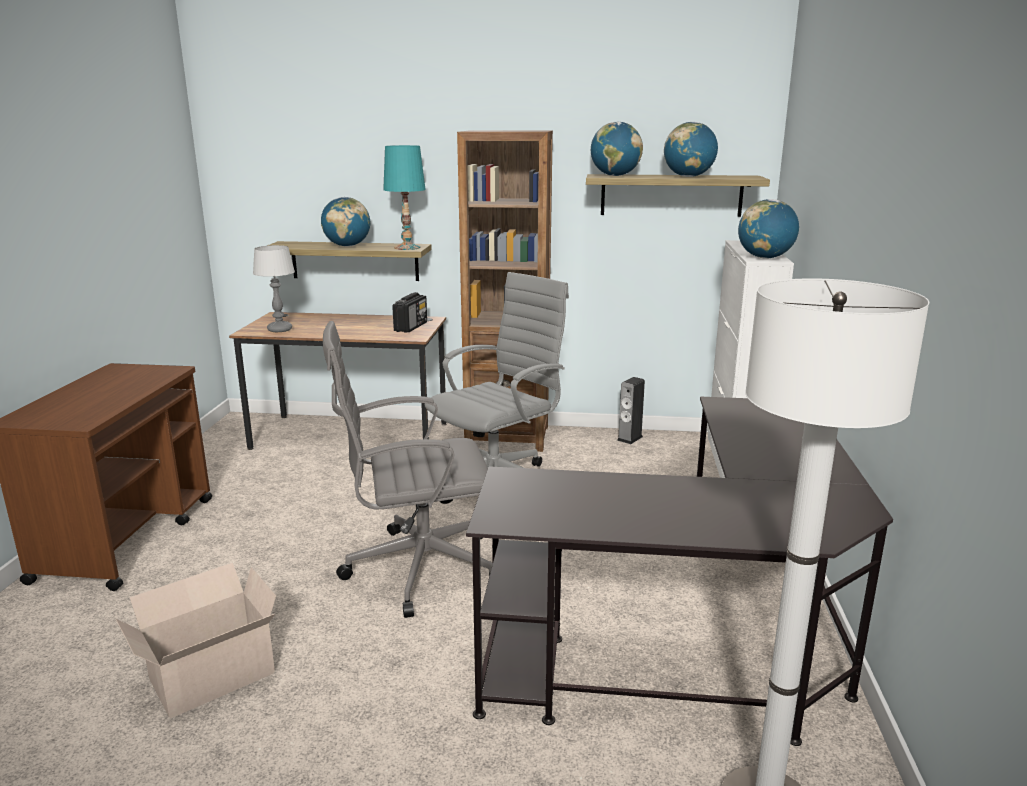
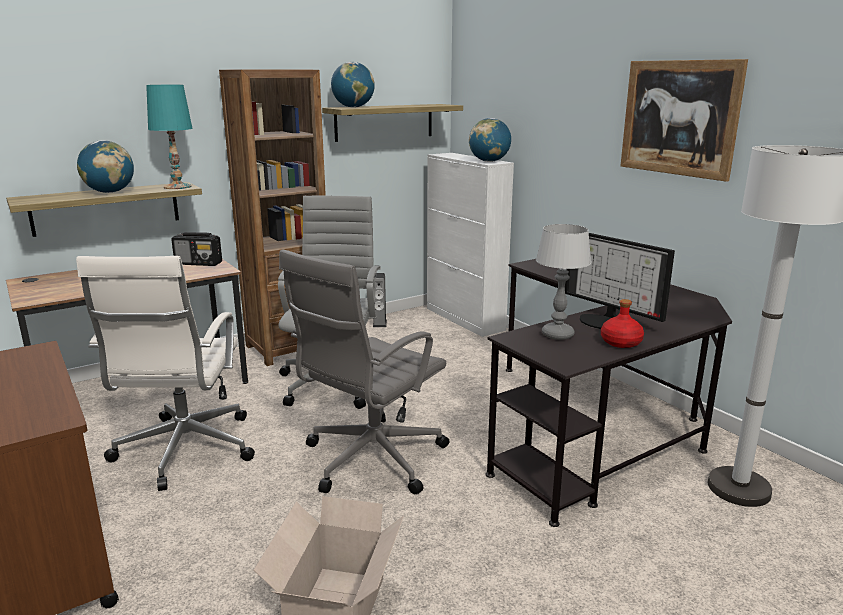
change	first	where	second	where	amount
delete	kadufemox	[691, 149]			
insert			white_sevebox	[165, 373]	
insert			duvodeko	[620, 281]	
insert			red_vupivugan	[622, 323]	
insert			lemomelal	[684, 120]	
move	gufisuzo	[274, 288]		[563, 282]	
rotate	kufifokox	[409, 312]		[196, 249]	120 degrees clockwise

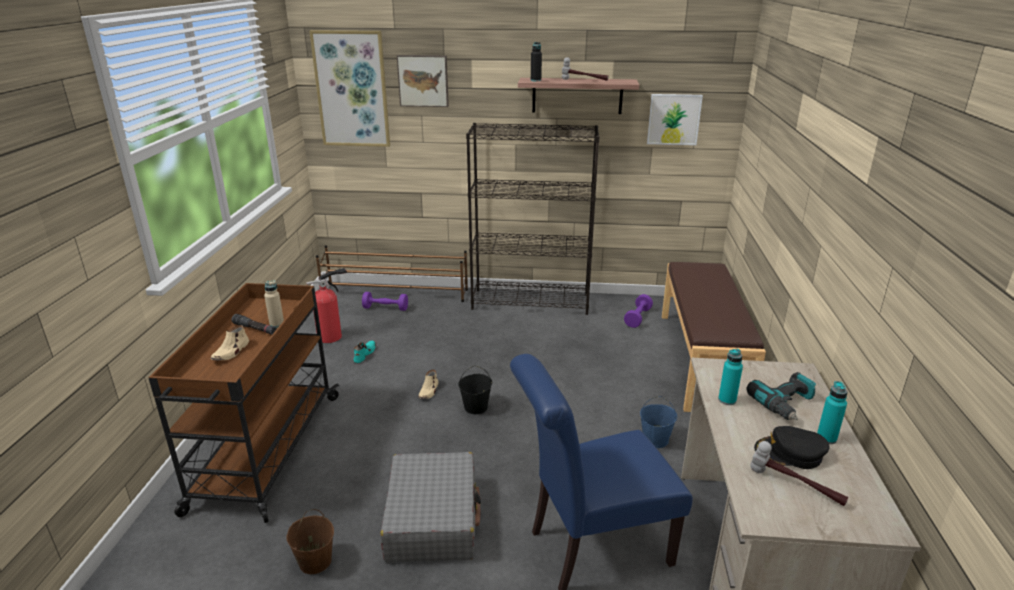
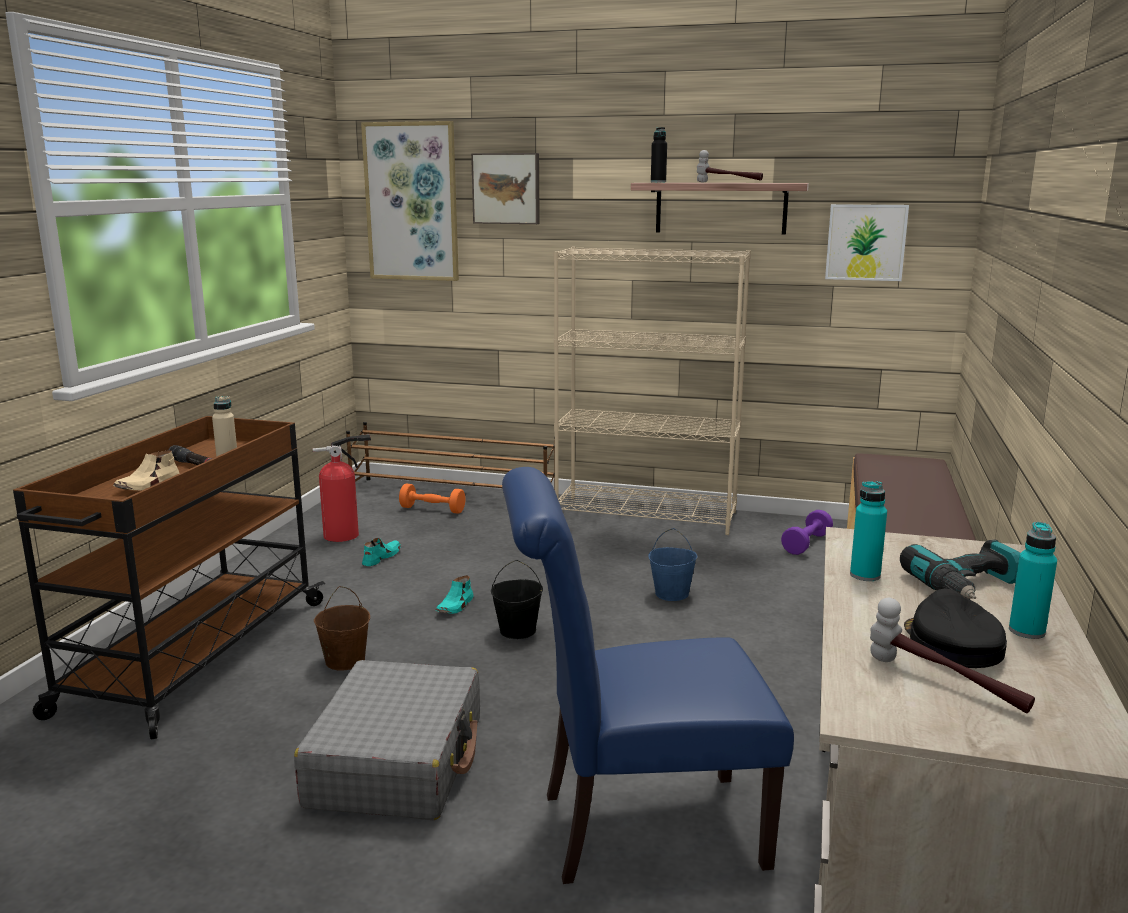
change	first	where	second	where	amount
move	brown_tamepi	[310, 541]		[342, 628]	
move	blue_tamepi	[658, 422]		[672, 564]	
recolor	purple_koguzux	[385, 301]	orange_koguzux	[432, 498]	
recolor	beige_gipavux	[428, 384]	turquoise_gipavux	[454, 594]	
recolor	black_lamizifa	[533, 219]	beige_lamizifa	[652, 391]	
rotate	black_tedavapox	[792, 447]		[955, 628]	75 degrees clockwise

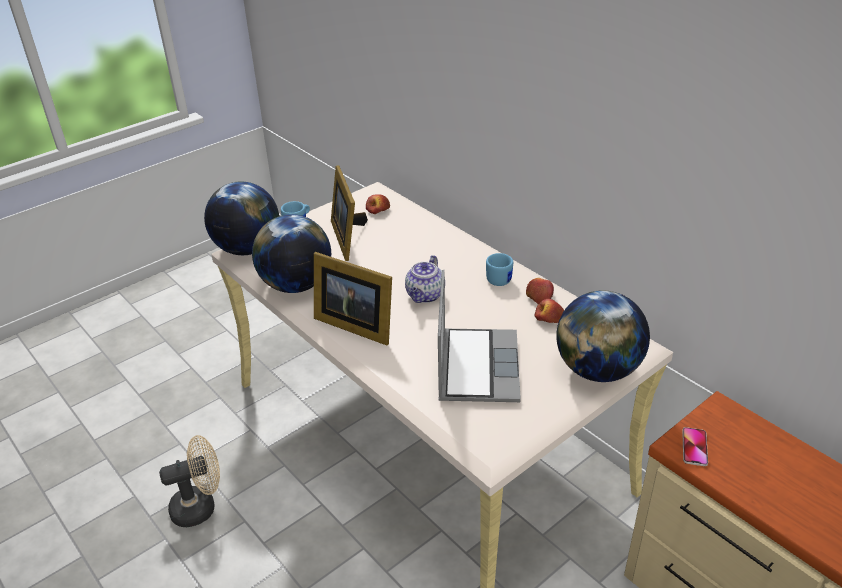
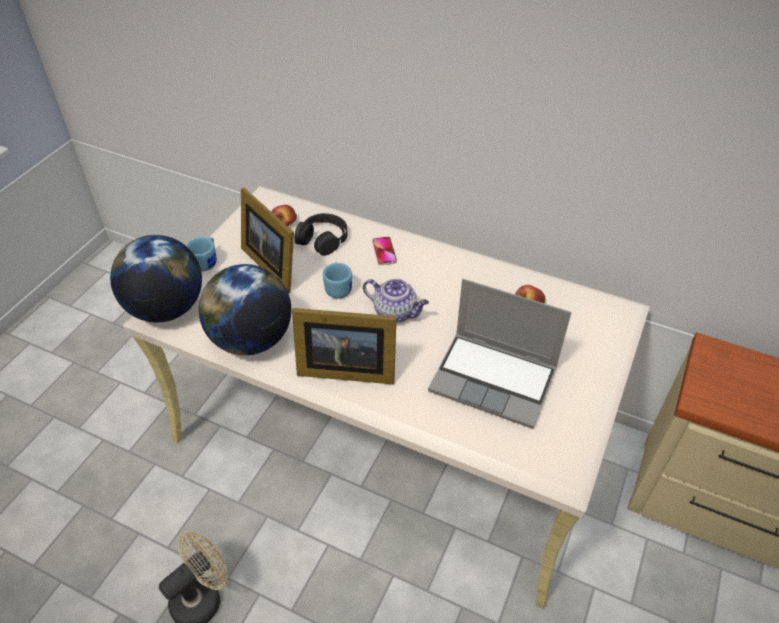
change	first	where	second	where	amount
delete	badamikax	[540, 291]			
delete	kadufemox	[603, 336]			
insert			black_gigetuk	[320, 234]	
move	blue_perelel	[499, 269]		[337, 280]	
move	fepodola	[695, 446]		[384, 251]	
rotate	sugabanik	[423, 279]		[396, 301]	60 degrees counterclockwise
rotate	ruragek	[479, 336]		[500, 354]	135 degrees clockwise

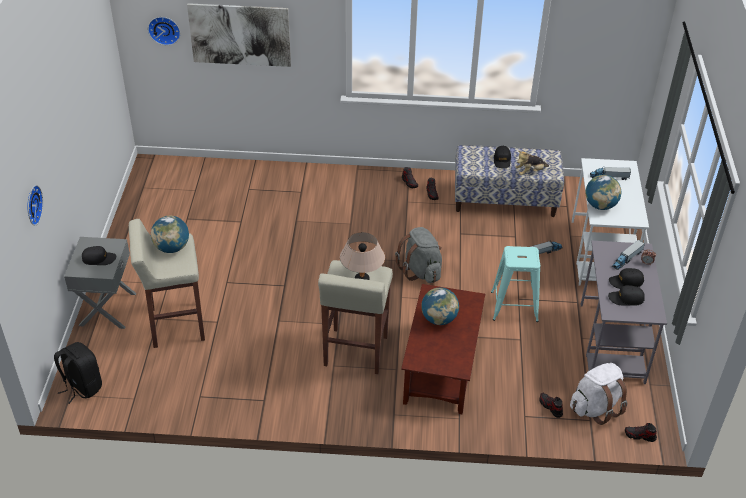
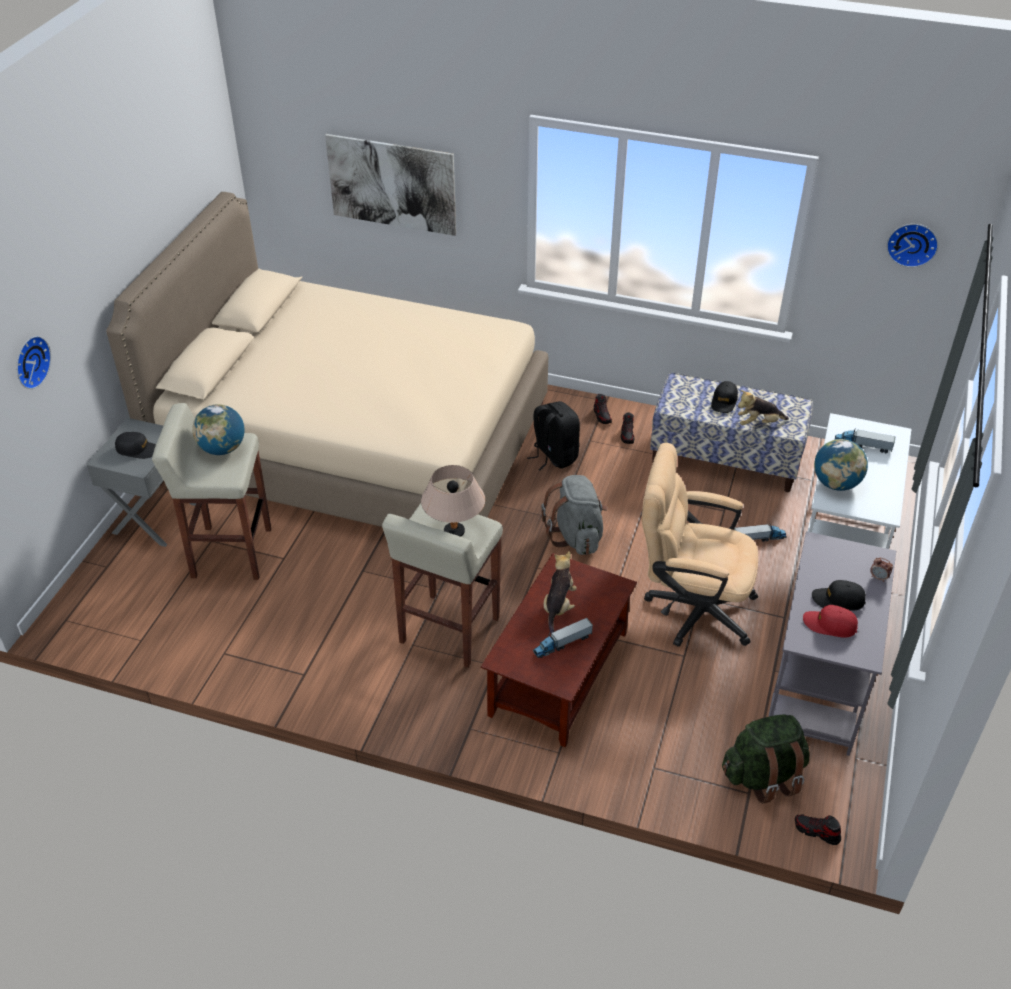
change	first	where	second	where	amount
delete	gipavux	[551, 405]			
insert			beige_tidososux	[327, 359]	
move	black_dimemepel	[78, 373]		[553, 436]	
move	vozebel	[164, 31]		[912, 245]	
move	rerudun	[628, 255]		[563, 638]	
replace	kadufemox	[440, 306]	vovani	[560, 592]	
replace	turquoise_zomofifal	[515, 284]	beige_sevebox	[700, 545]	
recolor	white_dimemepel	[598, 394]	green_dimemepel	[765, 759]	
recolor	black_tedavapox	[626, 295]	red_tedavapox	[830, 621]	

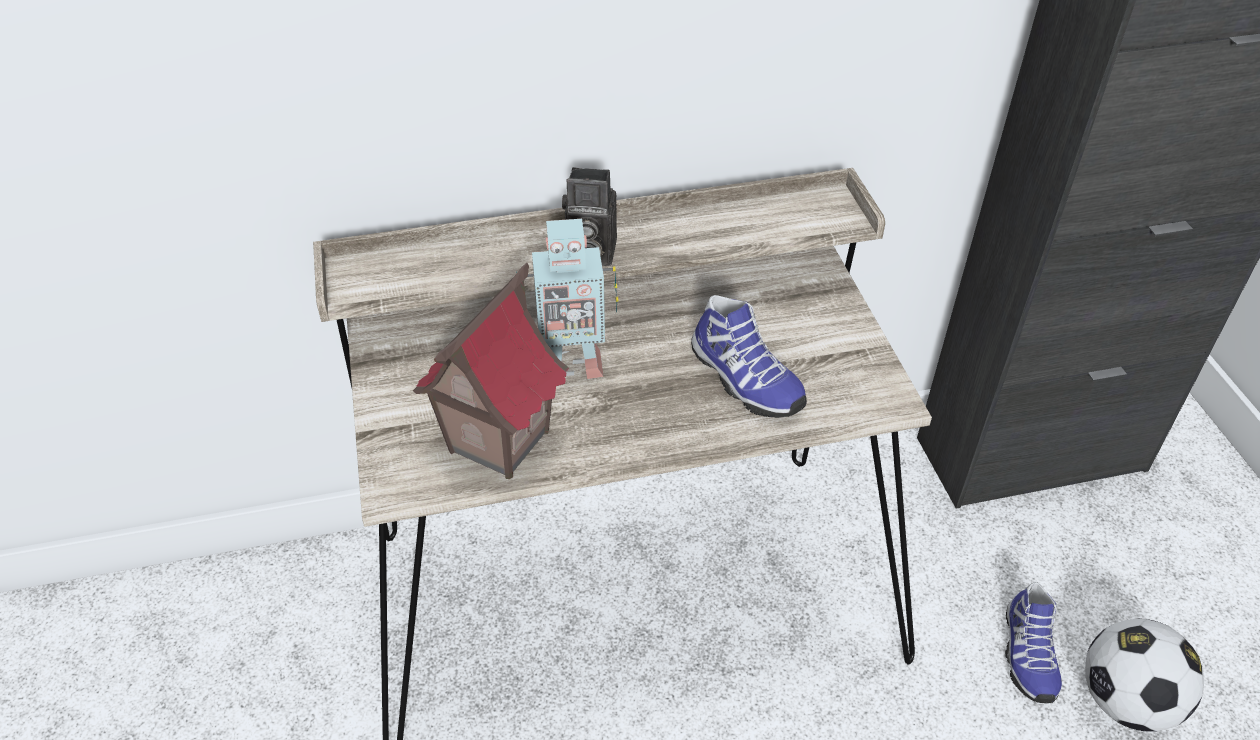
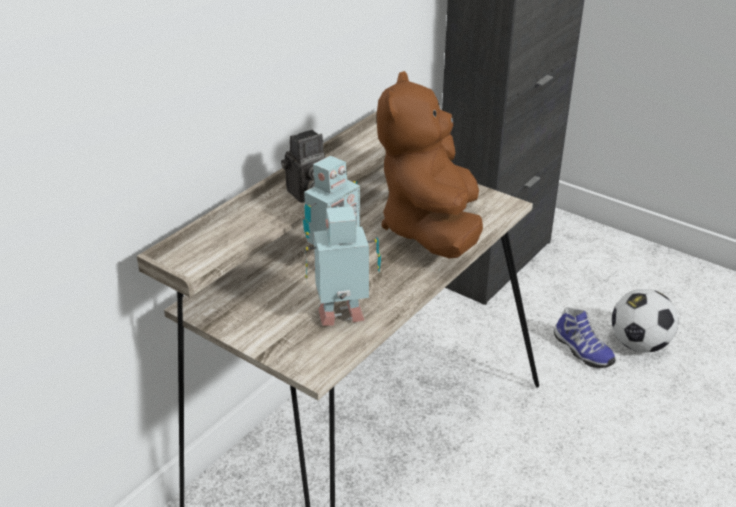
change	first	where	second	where	amount
replace	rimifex	[491, 371]	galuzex	[343, 266]	
replace	gipavux	[749, 356]	brown_vovani	[430, 164]	

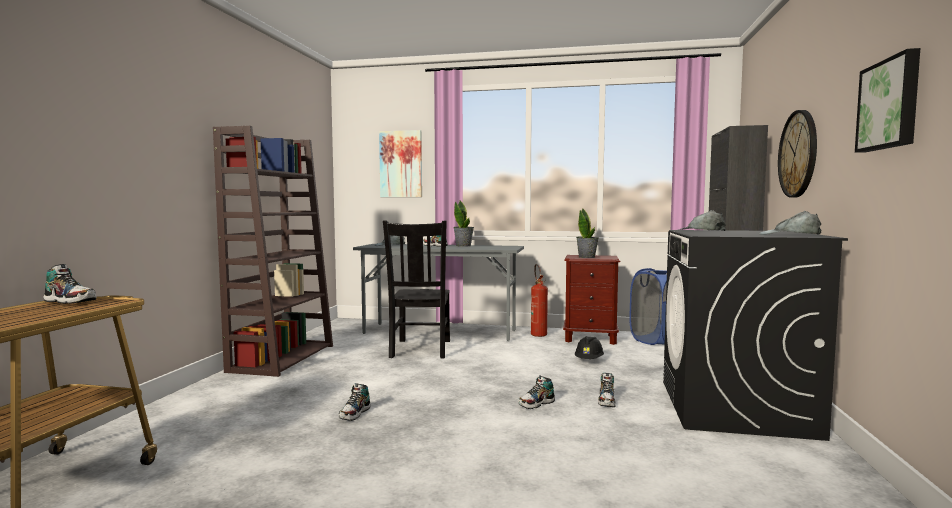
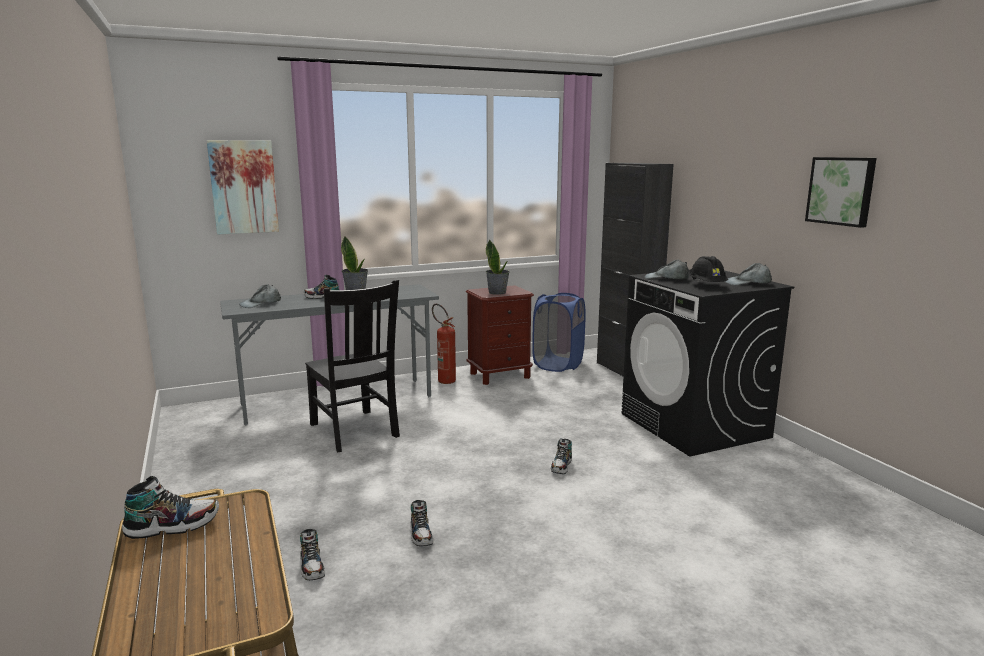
change	first	where	second	where	amount
delete	brown_lamizifa	[273, 251]			
delete	vozebel	[797, 154]			
move	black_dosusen	[589, 347]		[708, 269]	
move	gipavux	[607, 390]		[312, 554]	

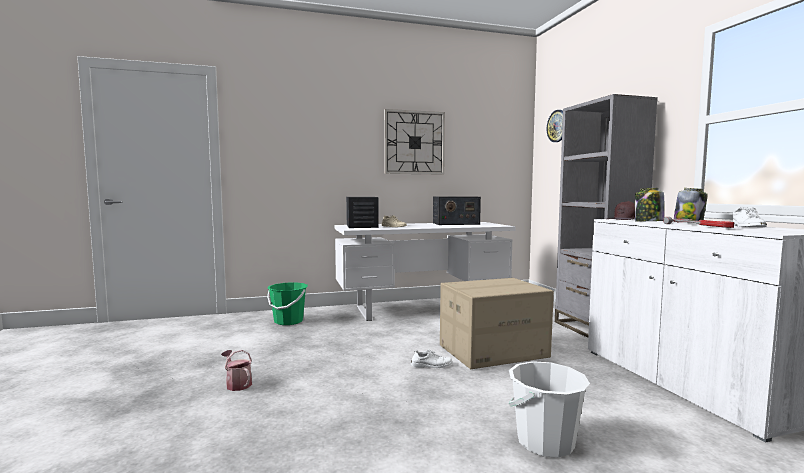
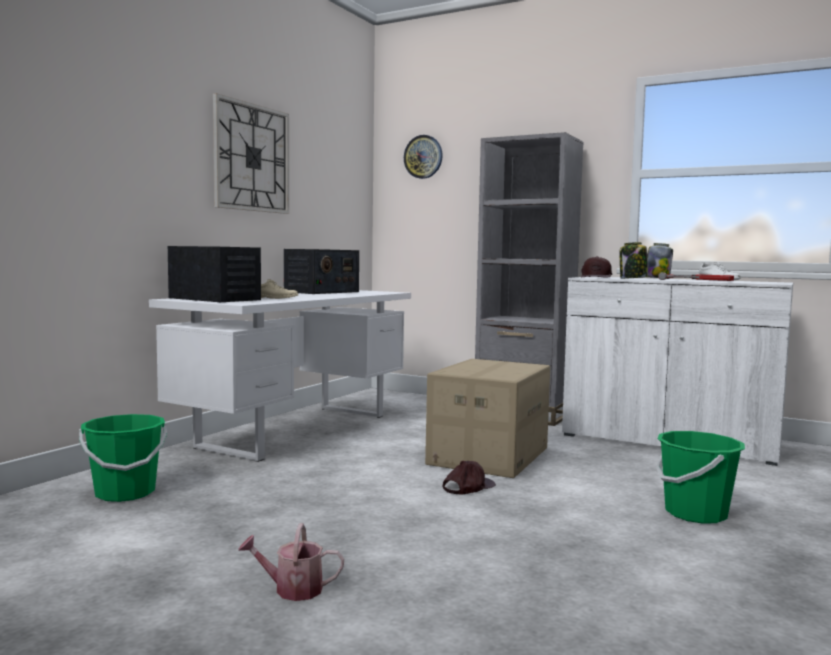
change	first	where	second	where	amount
replace	white_gipavux	[432, 358]	brown_tedavapox	[469, 478]	
recolor	white_tamepi	[549, 409]	green_tamepi	[700, 477]	

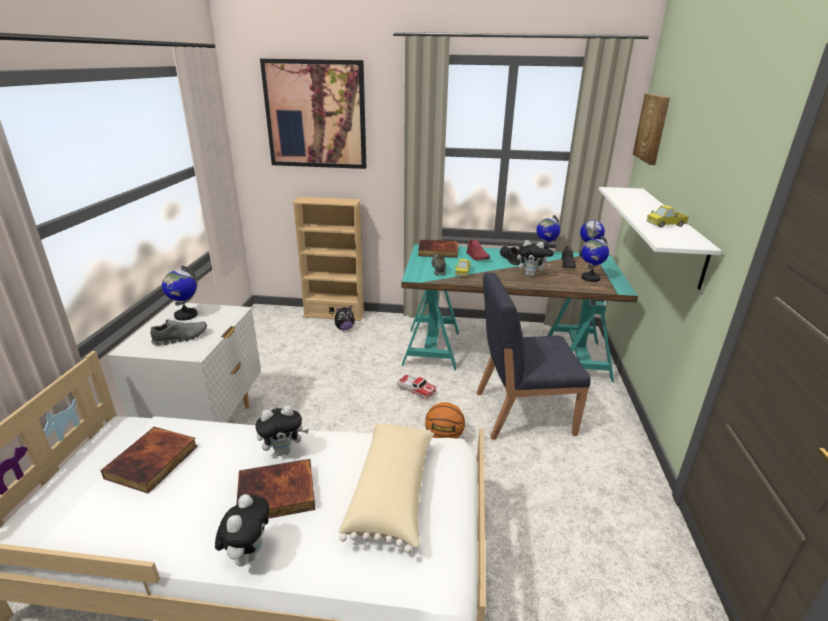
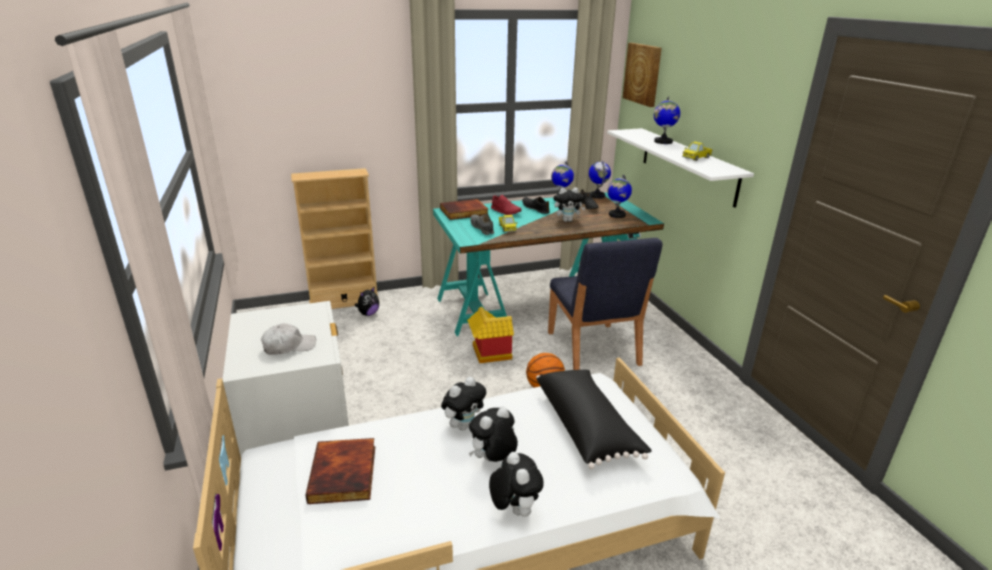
change	first	where	second	where	amount
delete	lemomelal	[313, 114]			
move	kadufemox	[180, 293]		[667, 120]	
replace	grey_gipavux	[178, 332]	white_tedavapox	[288, 339]	
replace	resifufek	[276, 489]	vovani	[493, 434]	
replace	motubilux	[416, 386]	rimifex	[490, 335]	
recolor	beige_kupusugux	[386, 488]	black_kupusugux	[594, 419]	
rotate	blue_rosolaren	[533, 356]		[605, 304]	75 degrees counterclockwise

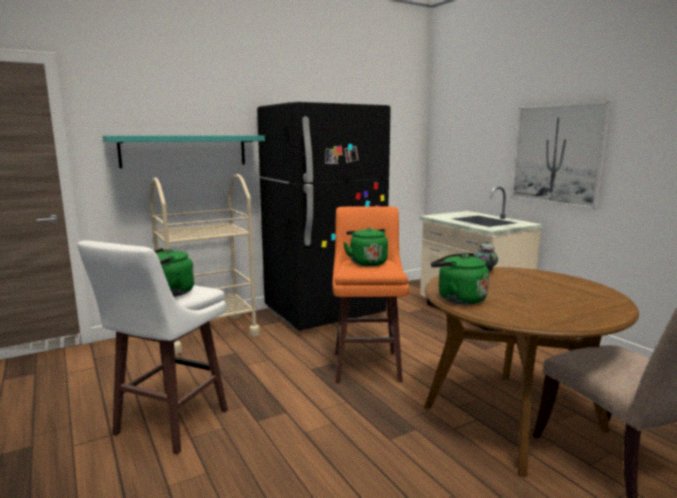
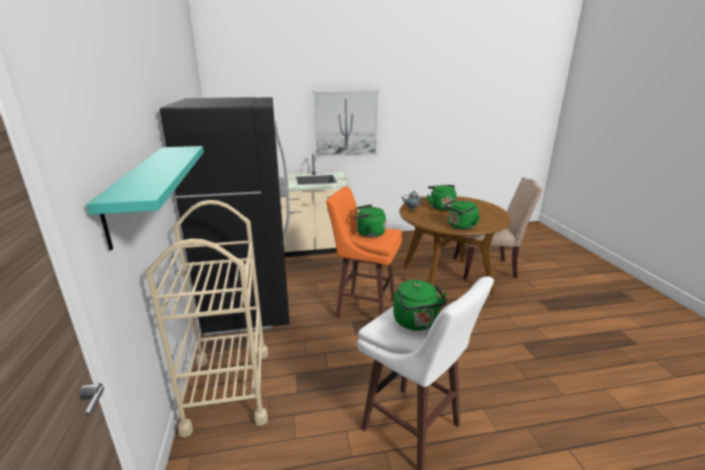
change	first	where	second	where	amount
insert			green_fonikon	[441, 198]	

